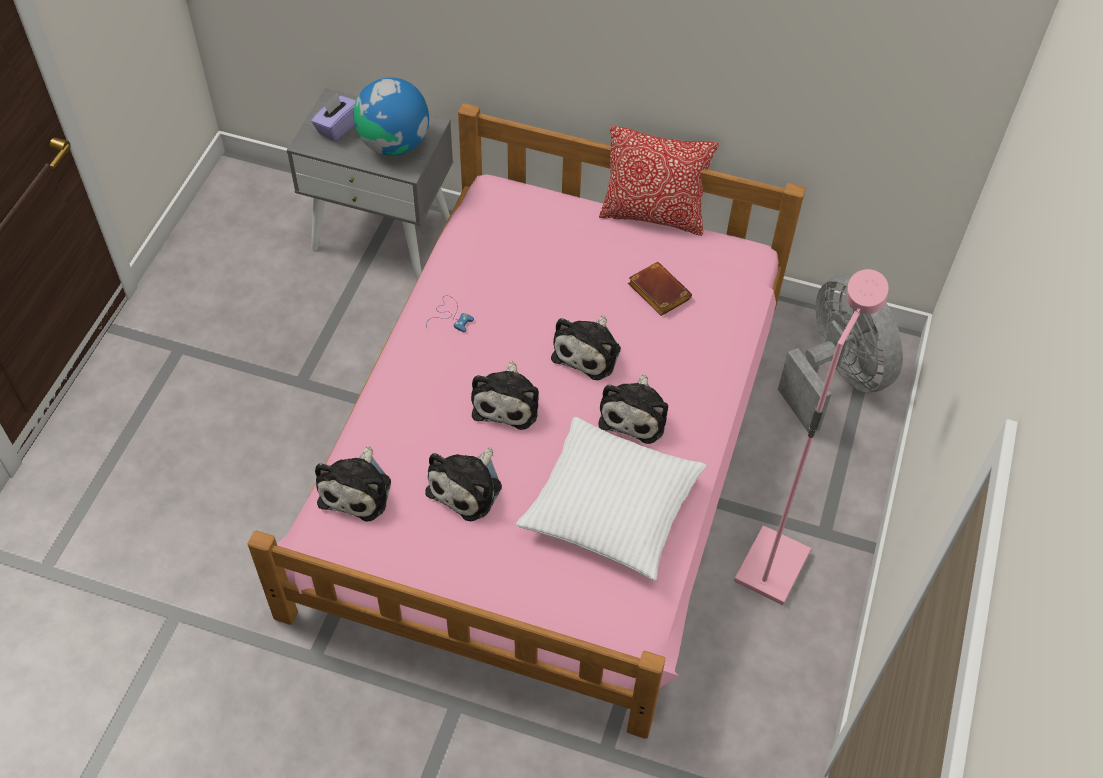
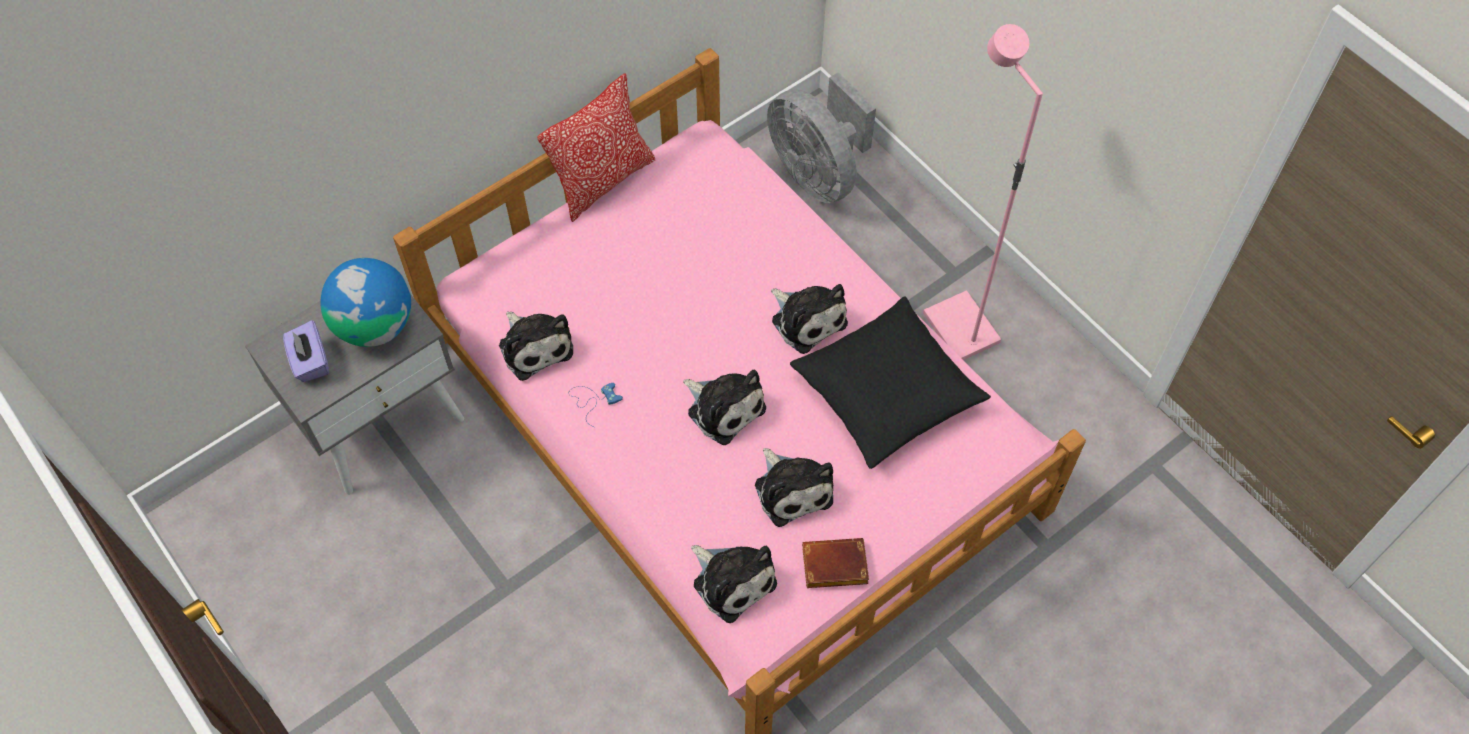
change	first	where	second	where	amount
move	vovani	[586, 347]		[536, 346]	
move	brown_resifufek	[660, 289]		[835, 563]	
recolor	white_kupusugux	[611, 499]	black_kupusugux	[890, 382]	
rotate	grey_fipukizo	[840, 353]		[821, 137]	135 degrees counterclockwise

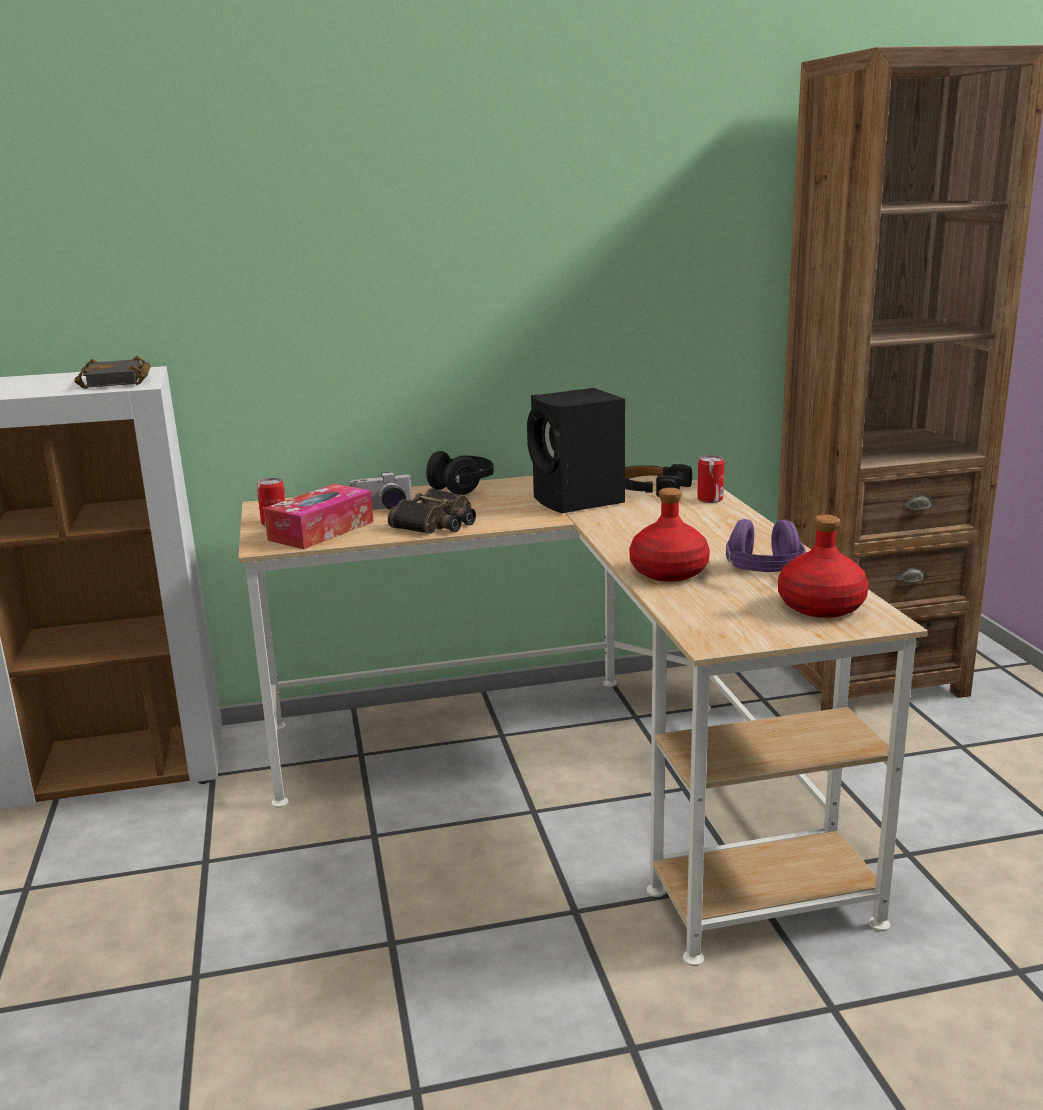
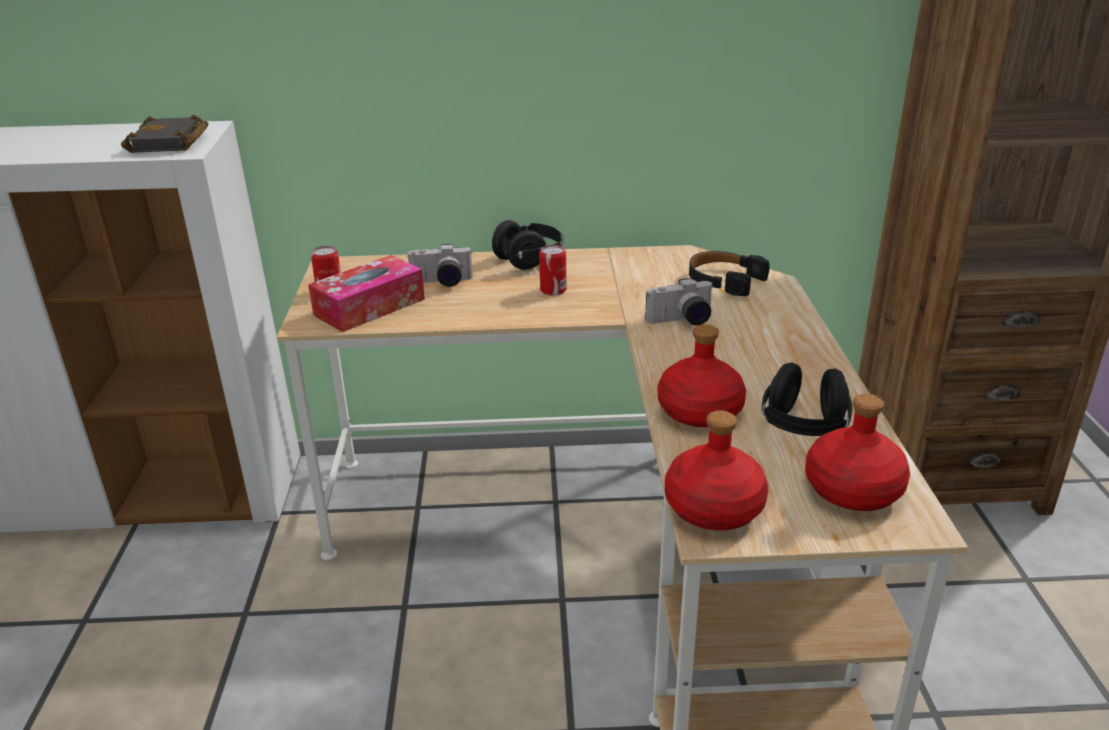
change	first	where	second	where	amount
delete	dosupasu	[432, 511]			
delete	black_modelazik	[576, 450]			
insert			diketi	[679, 302]	
insert			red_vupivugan	[716, 470]	
move	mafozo	[710, 479]		[553, 270]	
recolor	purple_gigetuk	[766, 545]	black_gigetuk	[807, 399]	

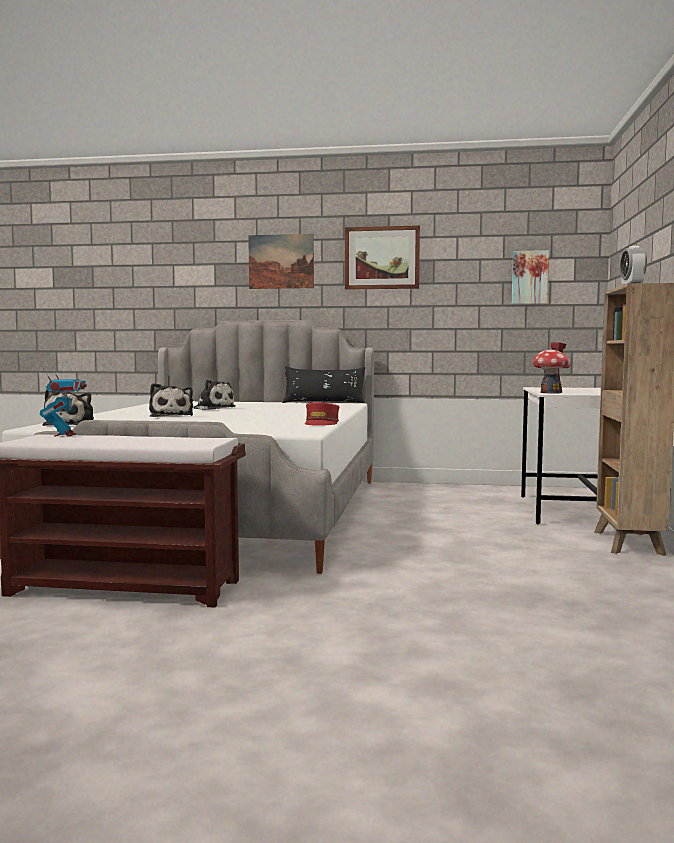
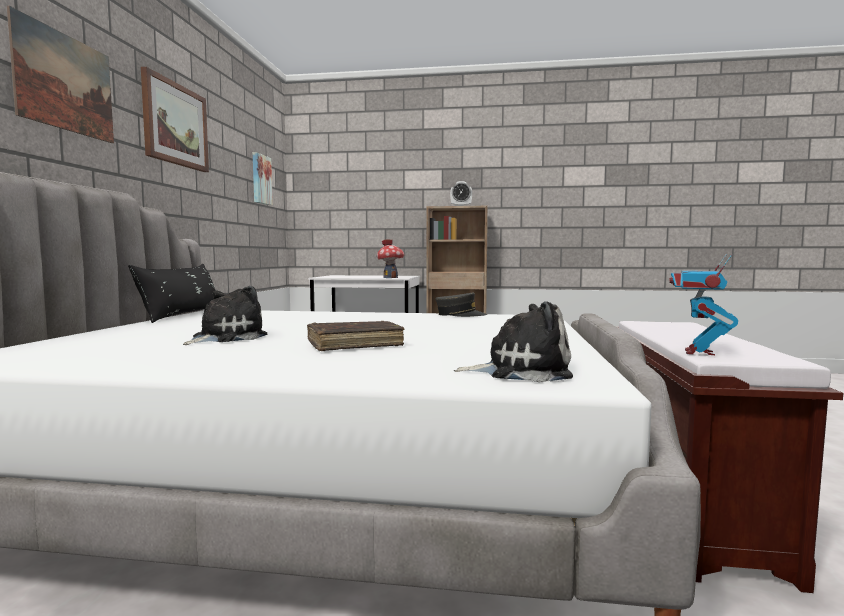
change	first	where	second	where	amount
replace	vovani	[171, 400]	brown_resifufek	[356, 336]	
recolor	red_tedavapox	[322, 414]	grey_tedavapox	[461, 304]	
rotate	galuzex	[63, 402]		[703, 304]	60 degrees counterclockwise

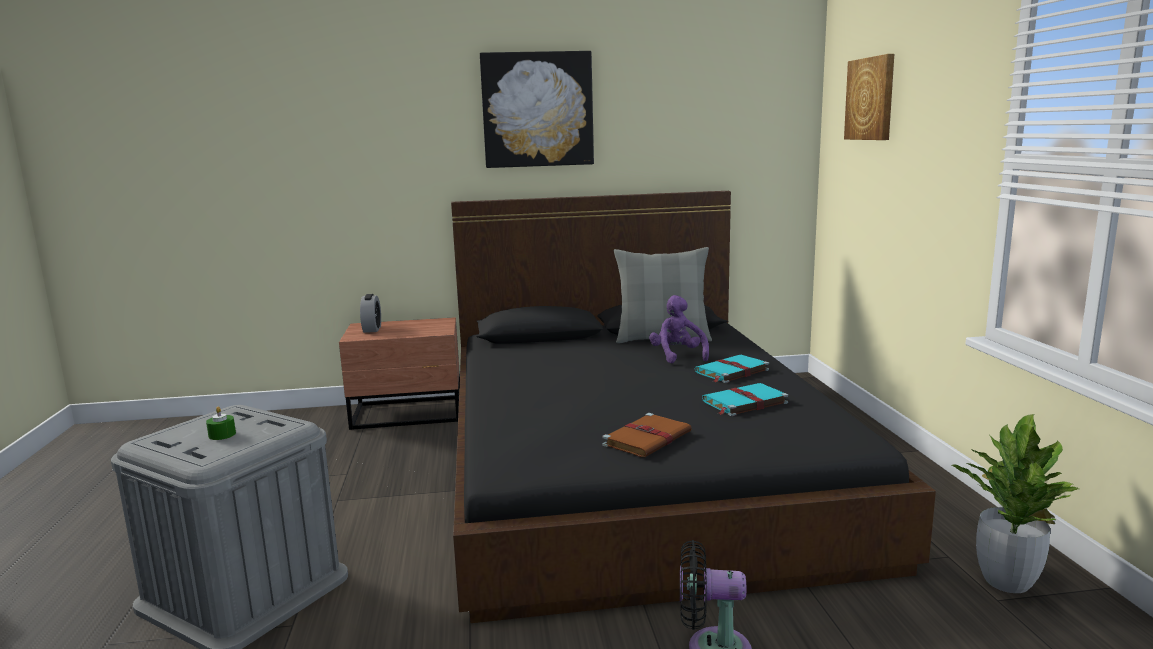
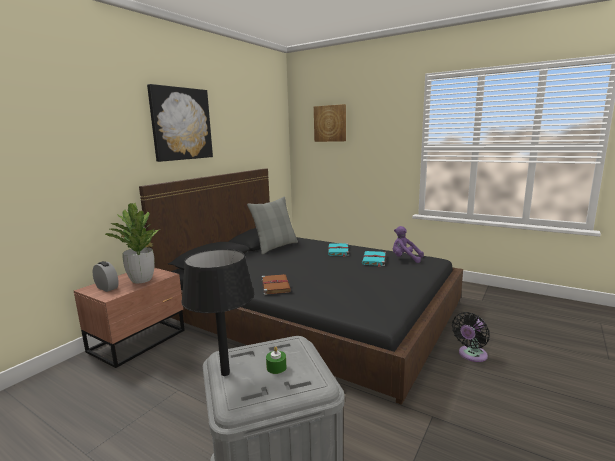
change	first	where	second	where	amount
insert			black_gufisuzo	[217, 312]	
move	brown_resifufek	[647, 435]		[276, 284]	
move	purple_vovani	[679, 329]		[408, 244]	
move	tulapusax	[1015, 503]		[132, 243]	

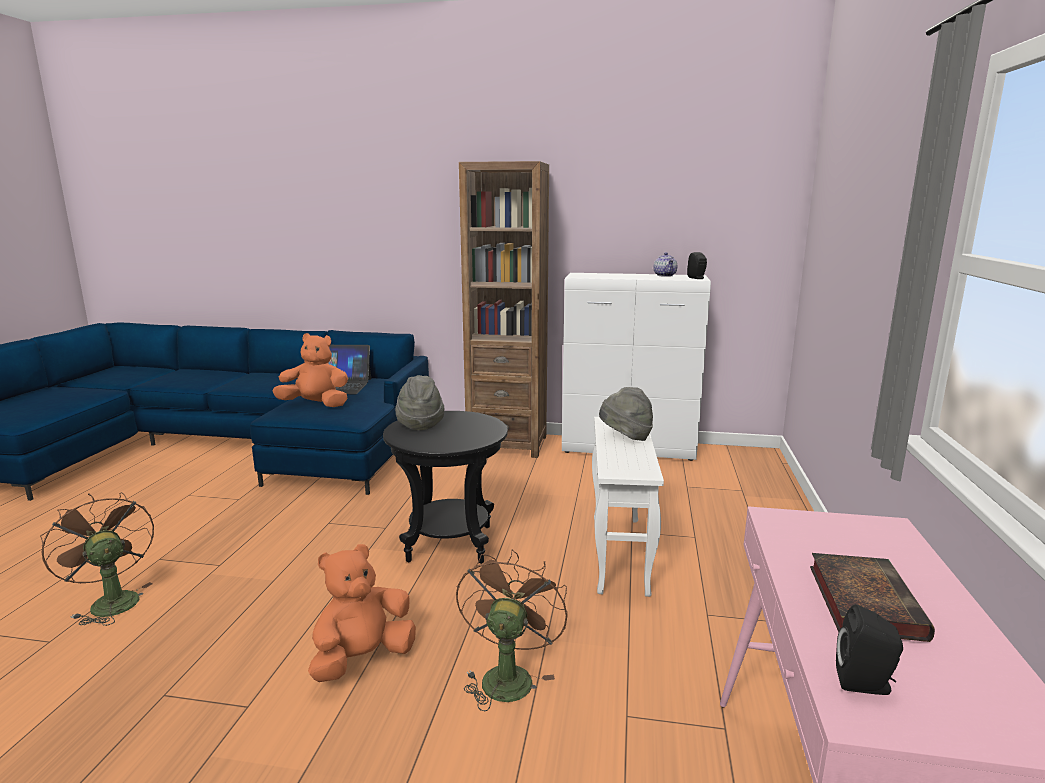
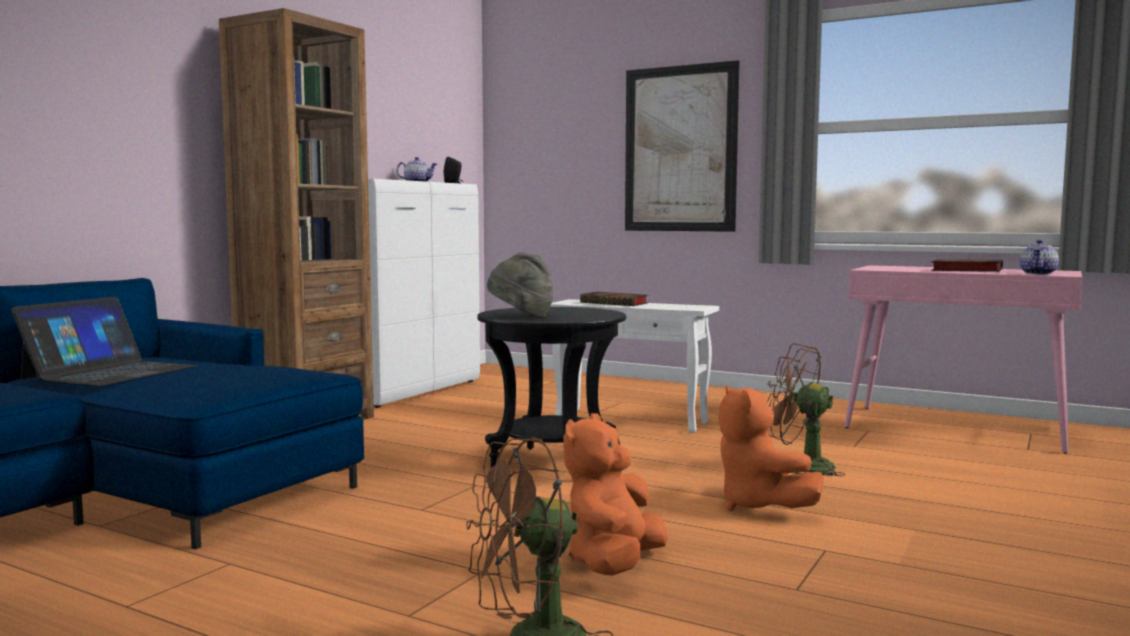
change	first	where	second	where	amount
insert			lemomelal	[682, 146]	
move	orange_vovani	[310, 370]		[615, 494]	
replace	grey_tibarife	[626, 414]	resifufek	[614, 299]	
replace	black_modelazik	[869, 649]	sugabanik	[1039, 257]	

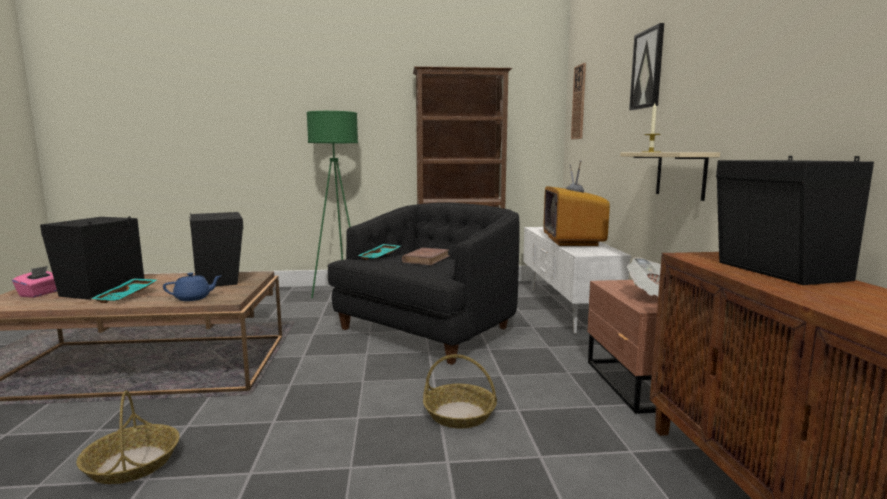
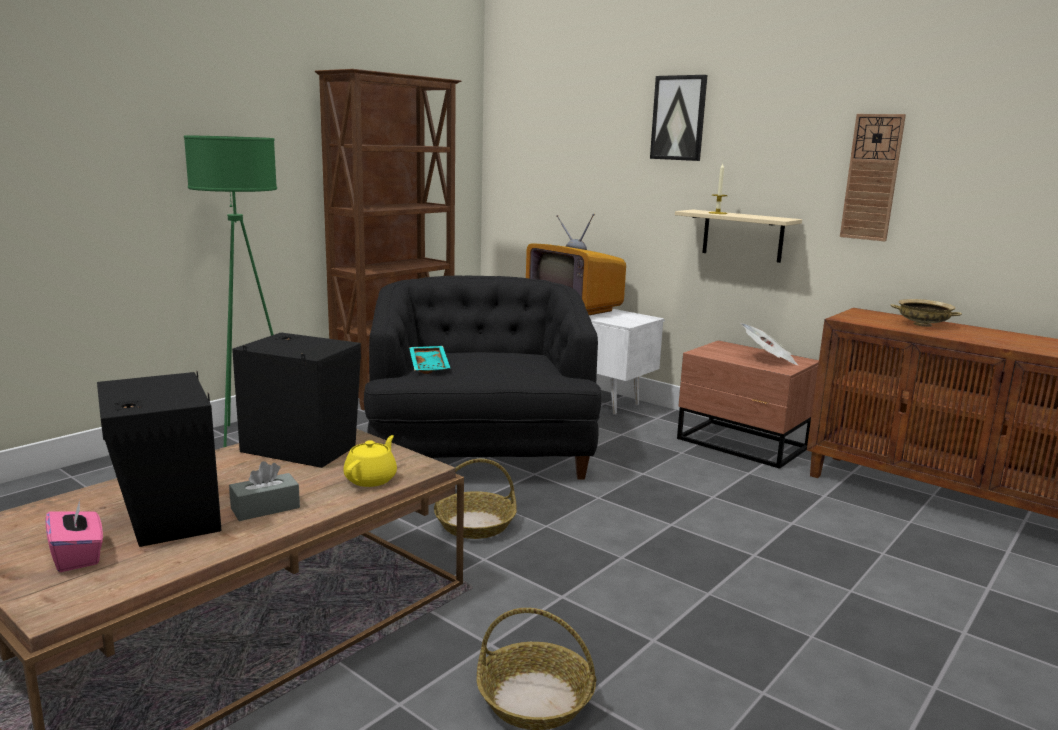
change	first	where	second	where	amount
delete	brown_resifufek	[426, 256]			
move	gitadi	[460, 391]		[475, 499]	
move	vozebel	[578, 101]		[873, 177]	
replace	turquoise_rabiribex	[124, 291]	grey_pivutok	[264, 491]	
replace	black_modelazik	[795, 220]	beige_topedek	[926, 313]	
recolor	blue_sugabanik	[192, 287]	yellow_sugabanik	[370, 461]	

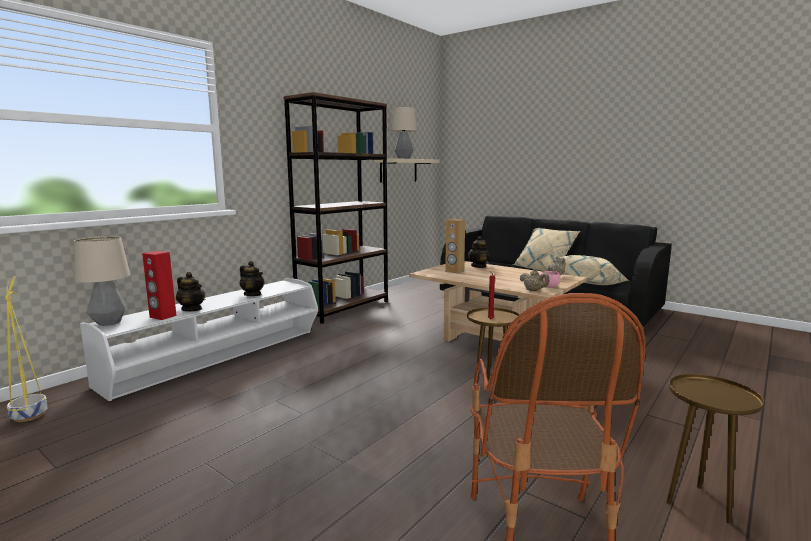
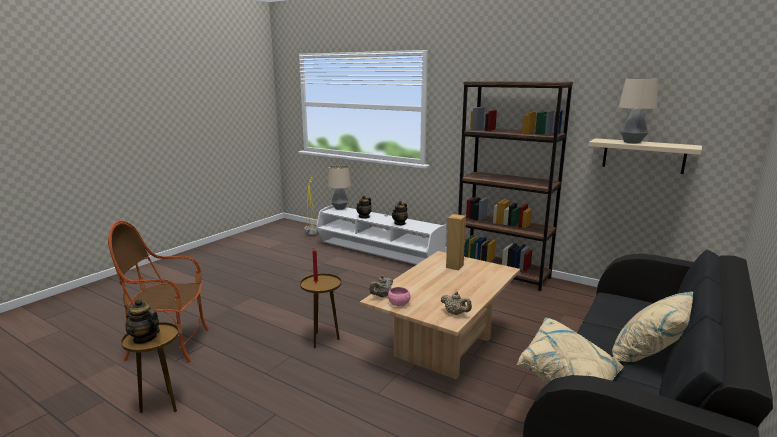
change	first	where	second	where	amount
delete	red_modelazik	[159, 285]			
move	sugabanik	[479, 252]		[142, 321]	

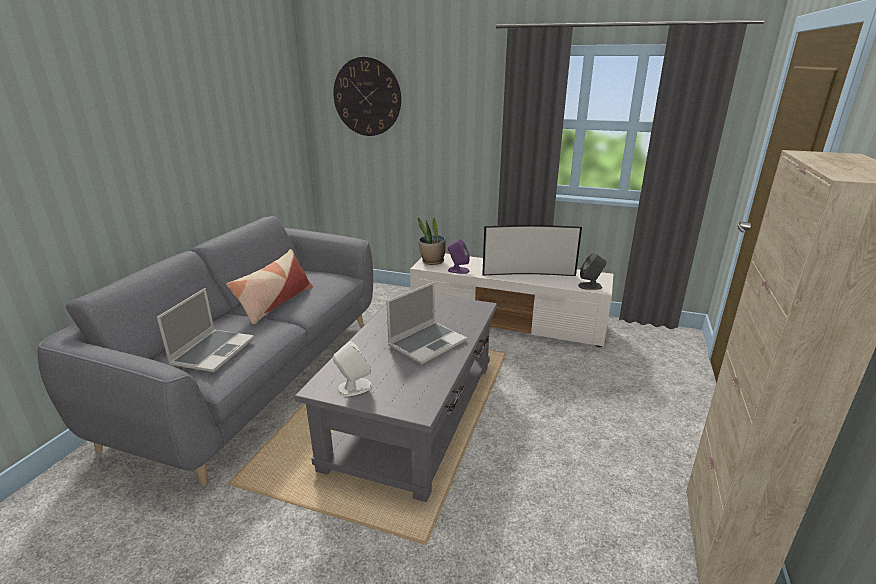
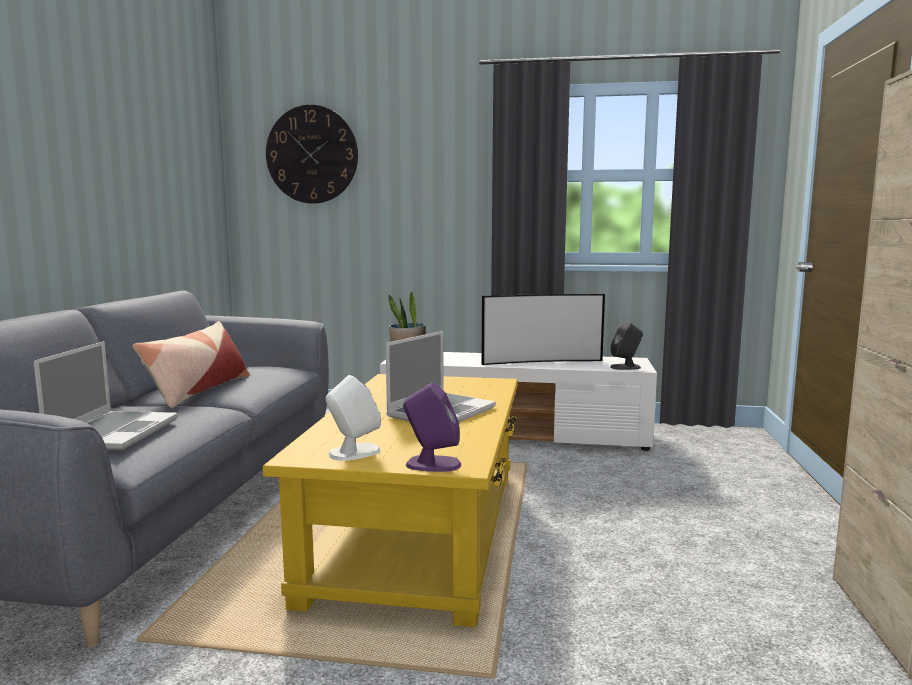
change	first	where	second	where	amount
move	purple_modelazik	[459, 256]		[432, 427]	
recolor	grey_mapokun	[396, 395]	yellow_mapokun	[390, 500]	

